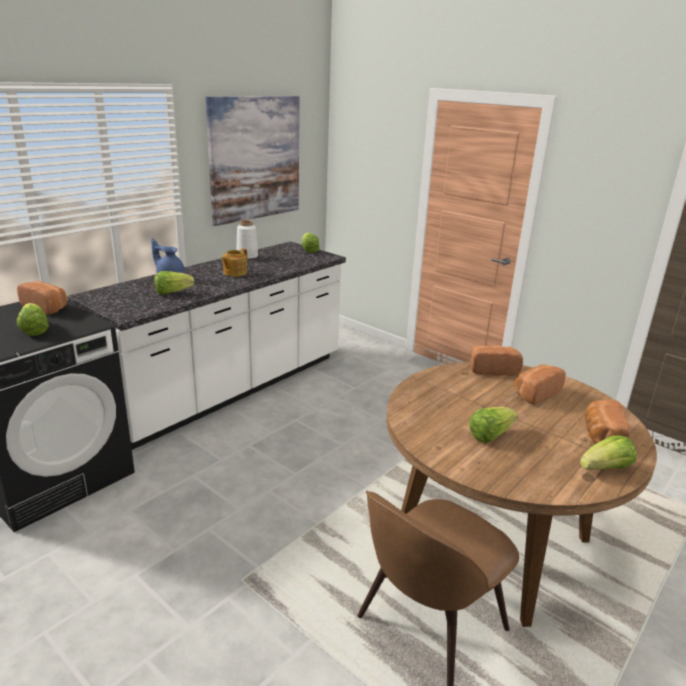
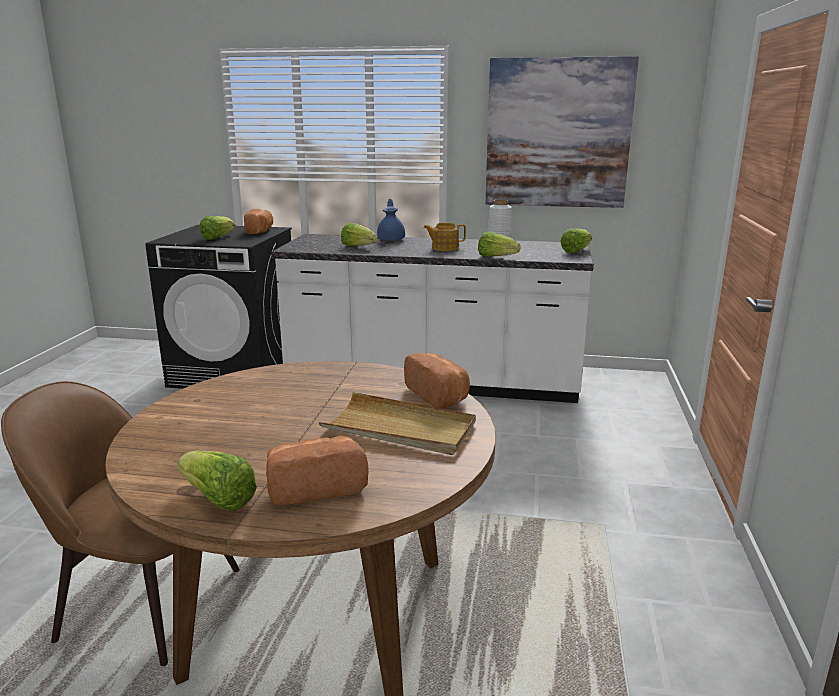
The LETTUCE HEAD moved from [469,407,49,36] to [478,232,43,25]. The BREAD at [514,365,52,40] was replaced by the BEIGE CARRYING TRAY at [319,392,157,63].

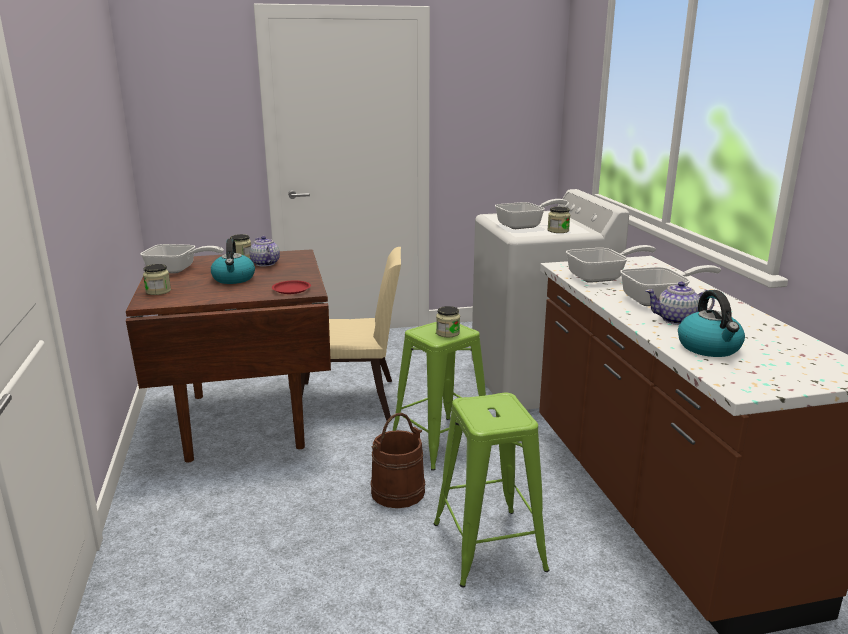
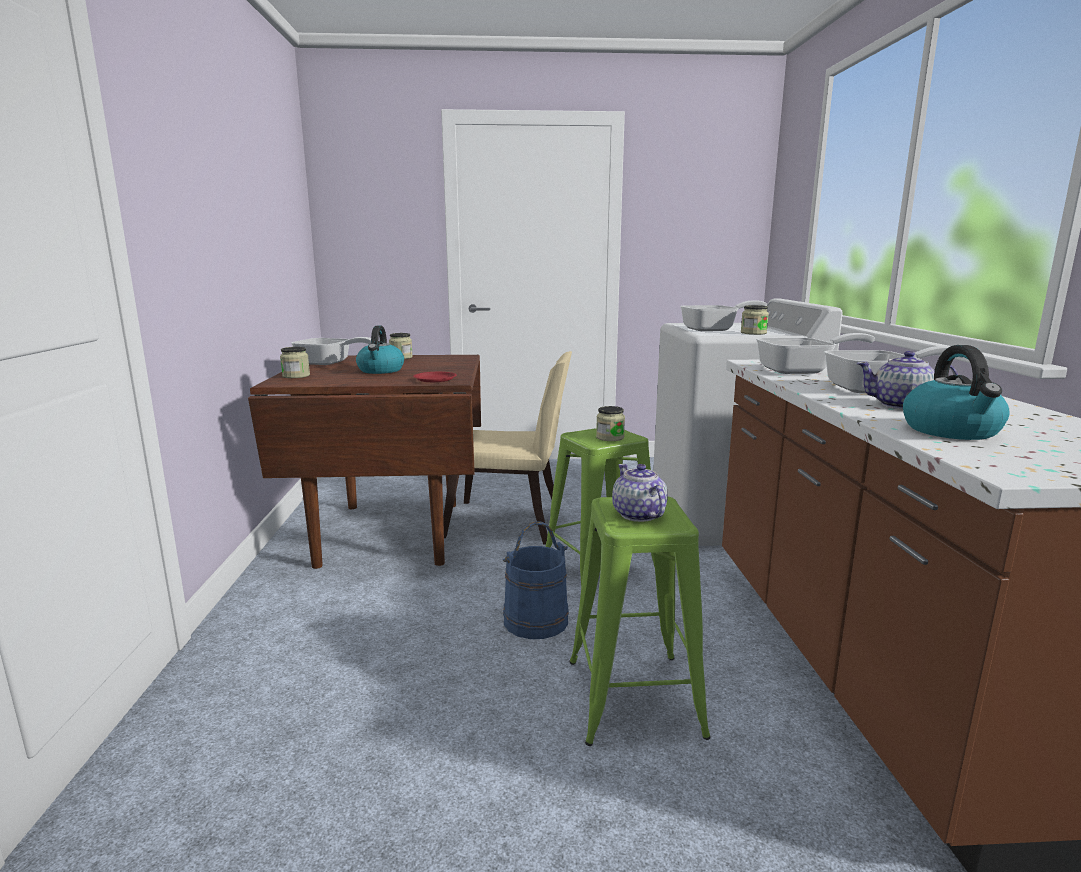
The TEAPOT moved from [250,236,30,31] to [612,464,56,58]. The BROWN WATER BUCKET at [370,413,55,95] became the BLUISH WATER BUCKET at [503,521,66,118].

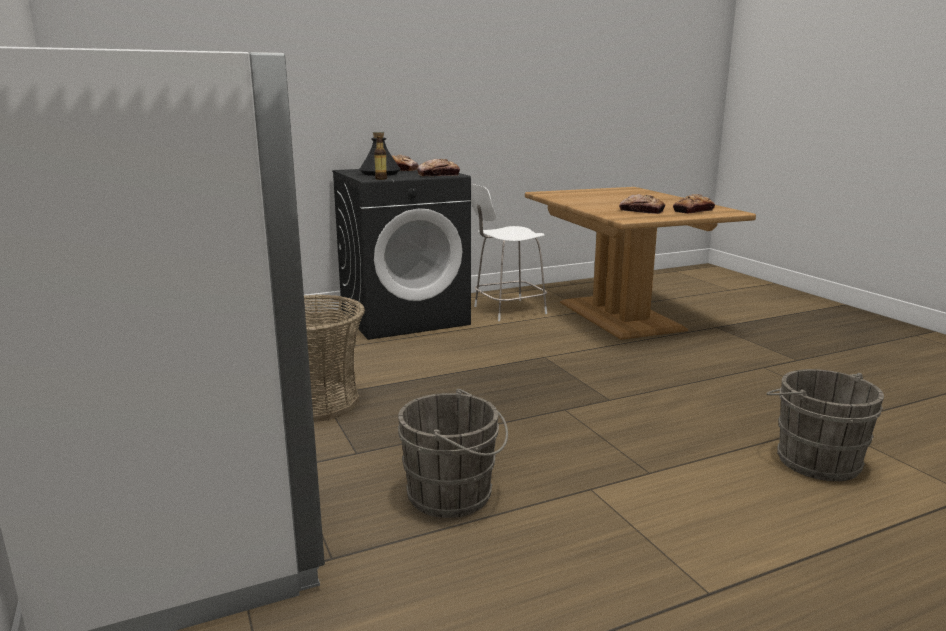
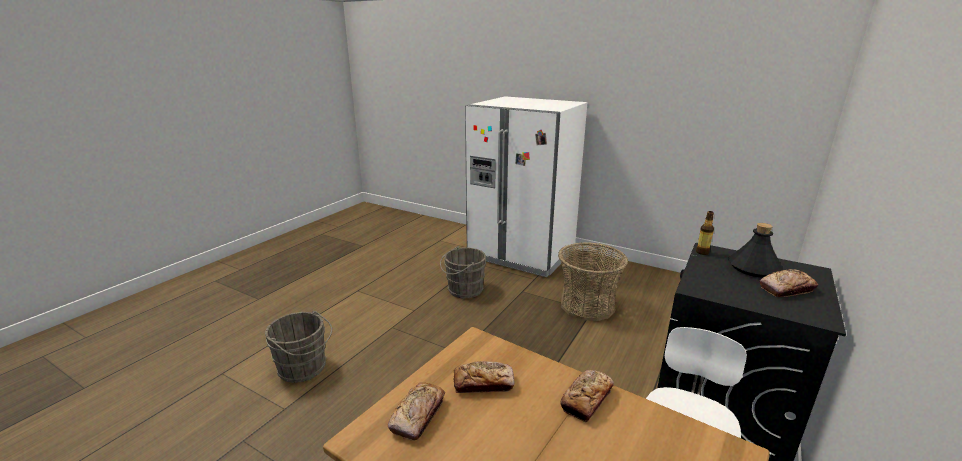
The BREAD moved from [417,159,43,17] to [560,370,54,53].

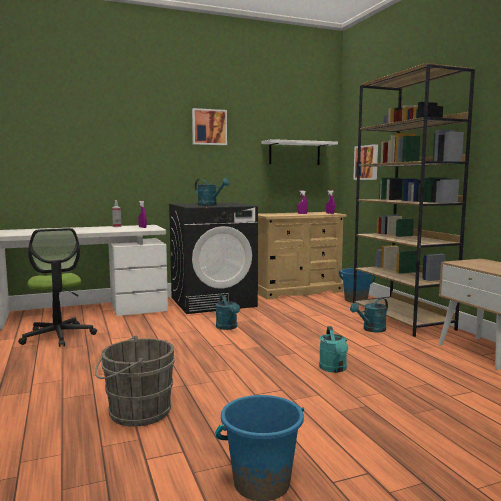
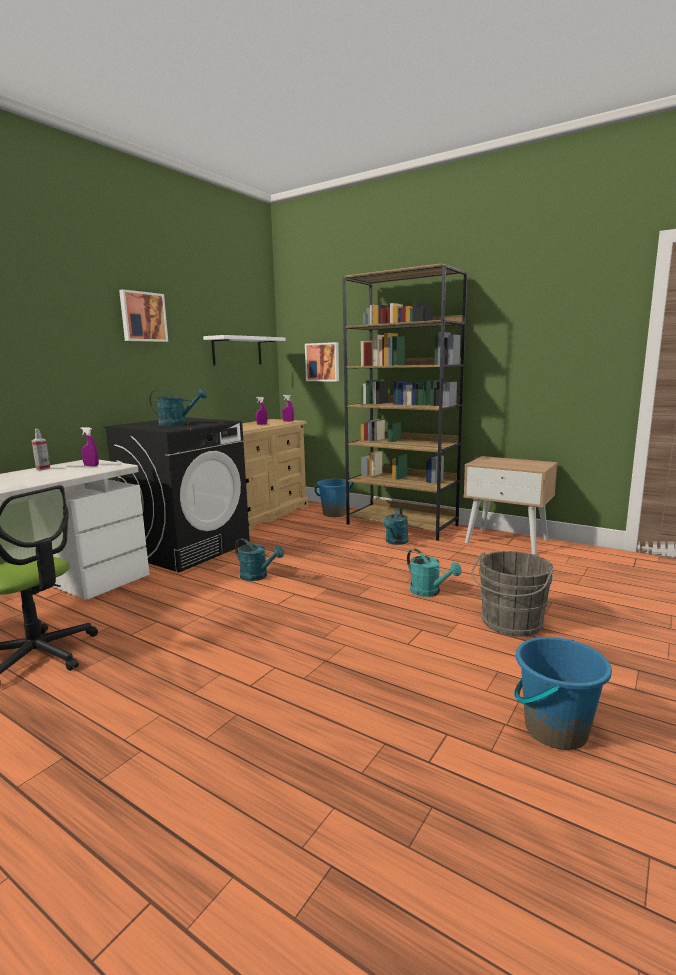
The GREY WATER BUCKET moved from [95,335,80,92] to [472,551,82,86].

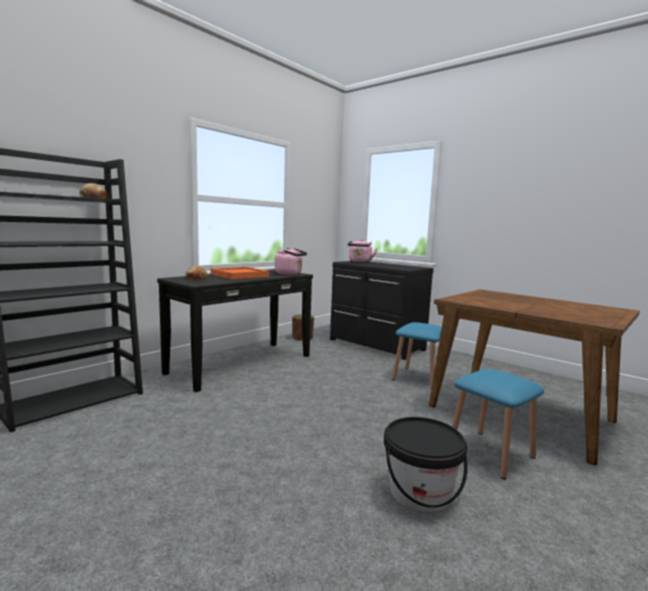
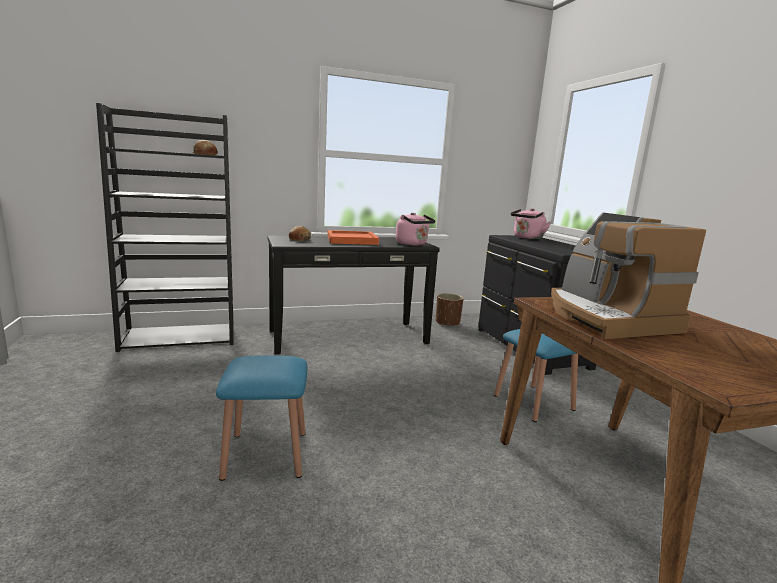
The BLACK-COLOURED WATER BUCKET at [384,417,84,95] disappeared. The BLUISH STOOL SEAT moved from [452,369,92,110] to [216,356,91,125]. The COFFEE MACHINE at [551,212,155,127] appeared.

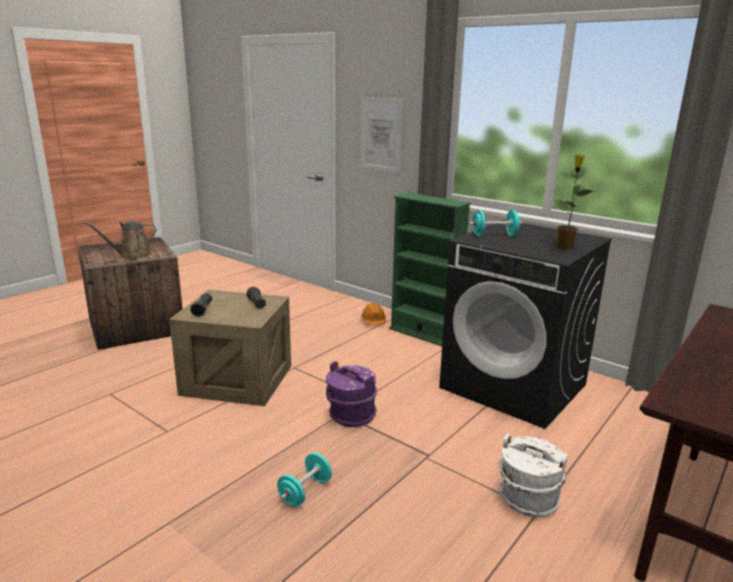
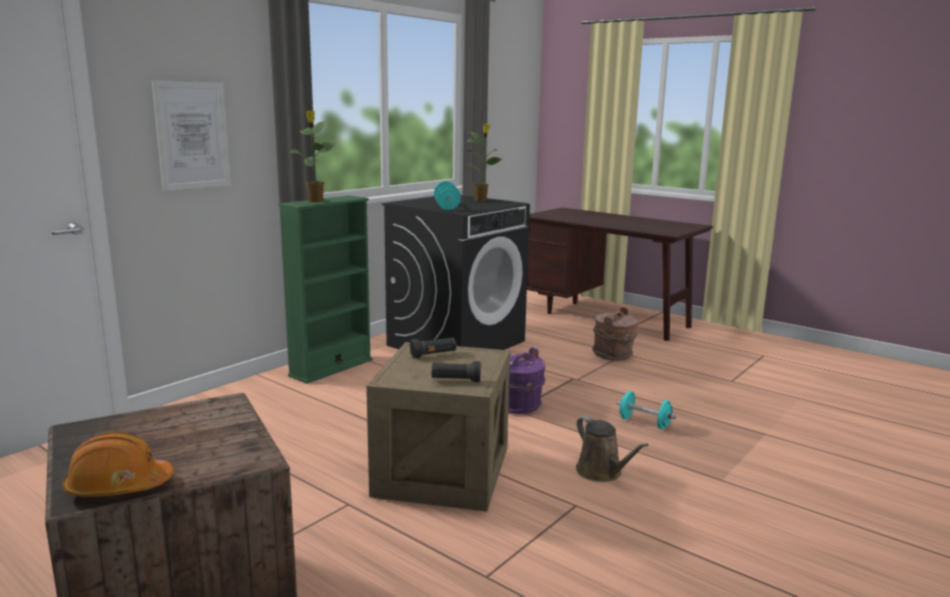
The BROWN SPRINKLING CAN moved from [85,221,71,37] to [576,416,72,66]. The ORANGE SAFETY HELMET moved from [361,303,25,22] to [62,432,112,65]. The WHITE WATER BUCKET at [498,434,70,83] became the BROWN WATER BUCKET at [592,307,46,54]. The PLANT IN A POT at [290,111,46,91] appeared.

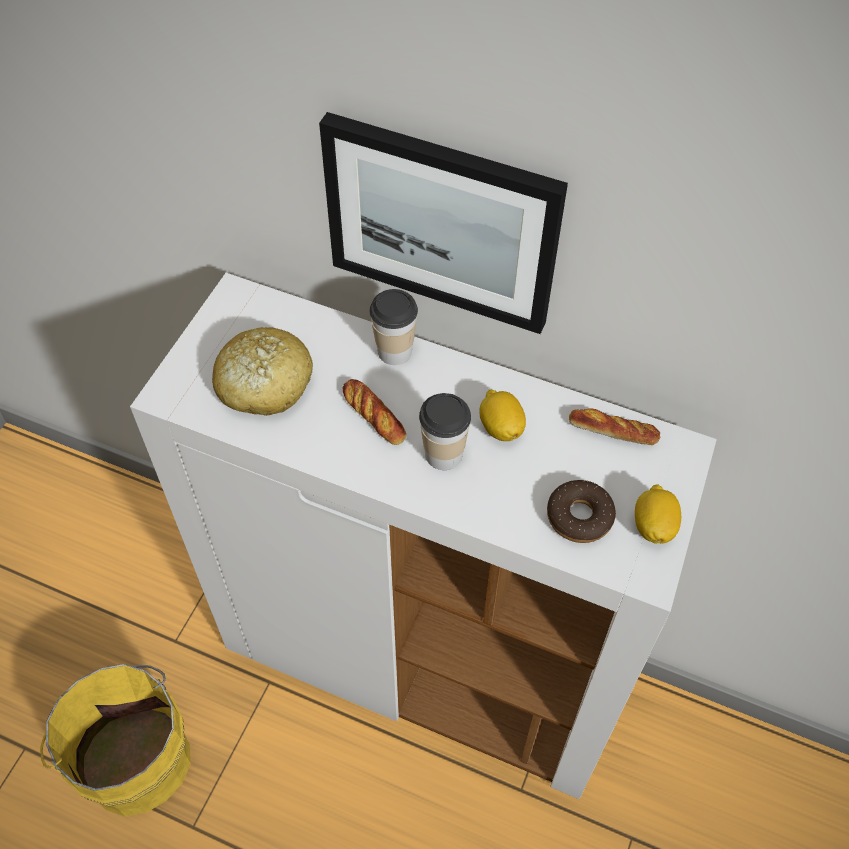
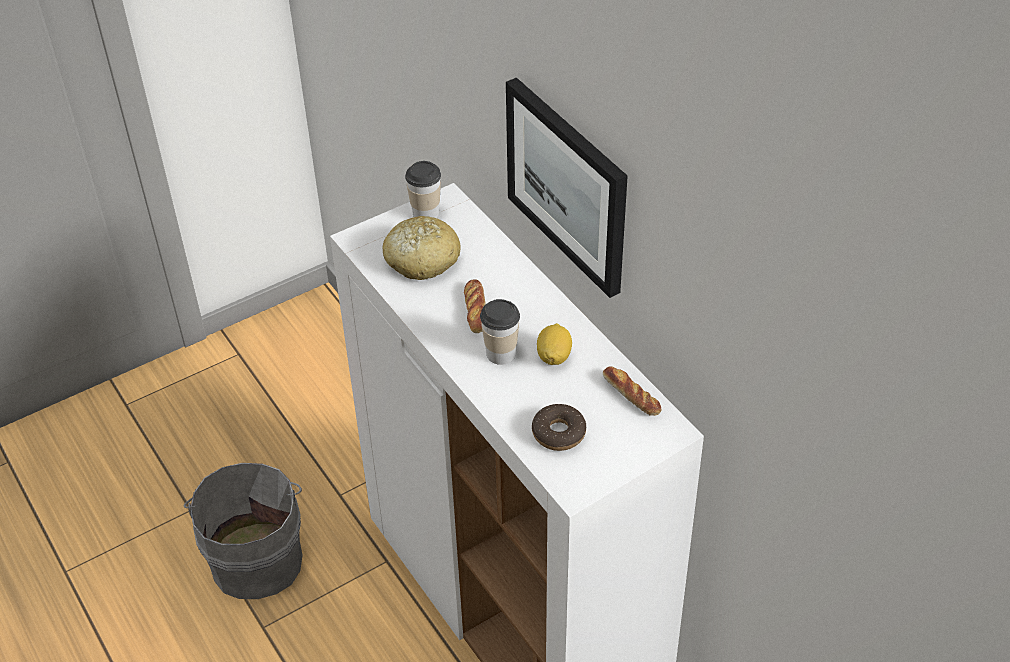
The YELLOW WATER BUCKET at [40,664,151,153] became the GREY WATER BUCKET at [183,463,120,136]. The DRINKING CUP moved from [370,289,48,76] to [405,161,36,57]. The LEMON at [635,484,46,60] disappeared.

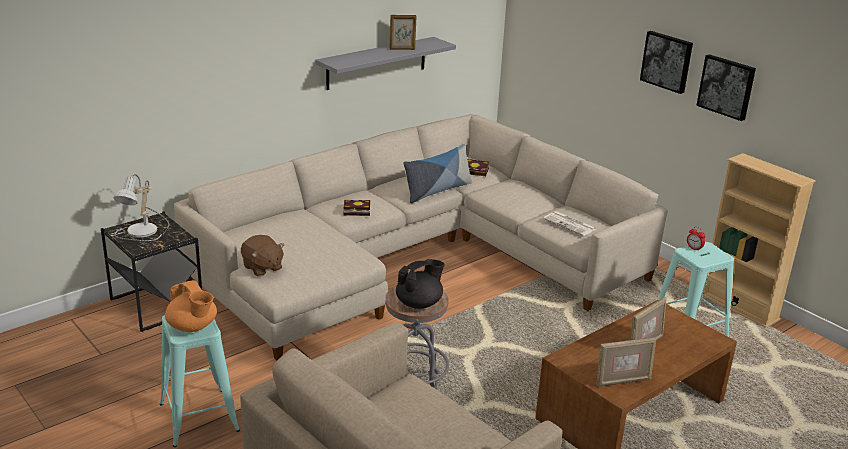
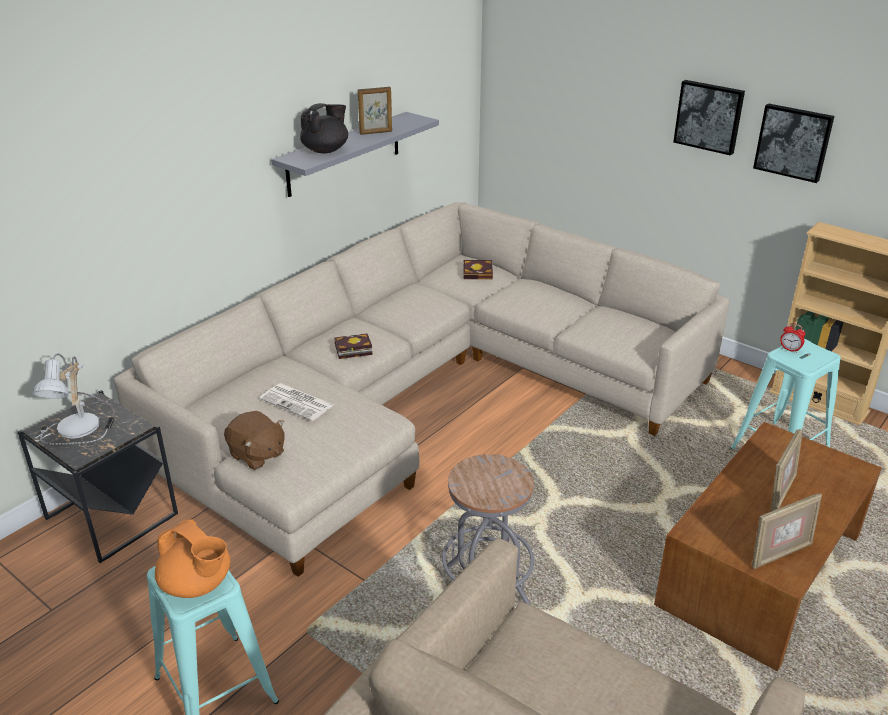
The BLACK-COLOURED TEAPOT moved from [396,259,49,50] to [300,103,48,50]. The CUSHION at [403,143,69,60] disappeared. The NEWSPAPER moved from [543,211,53,25] to [260,383,74,38].

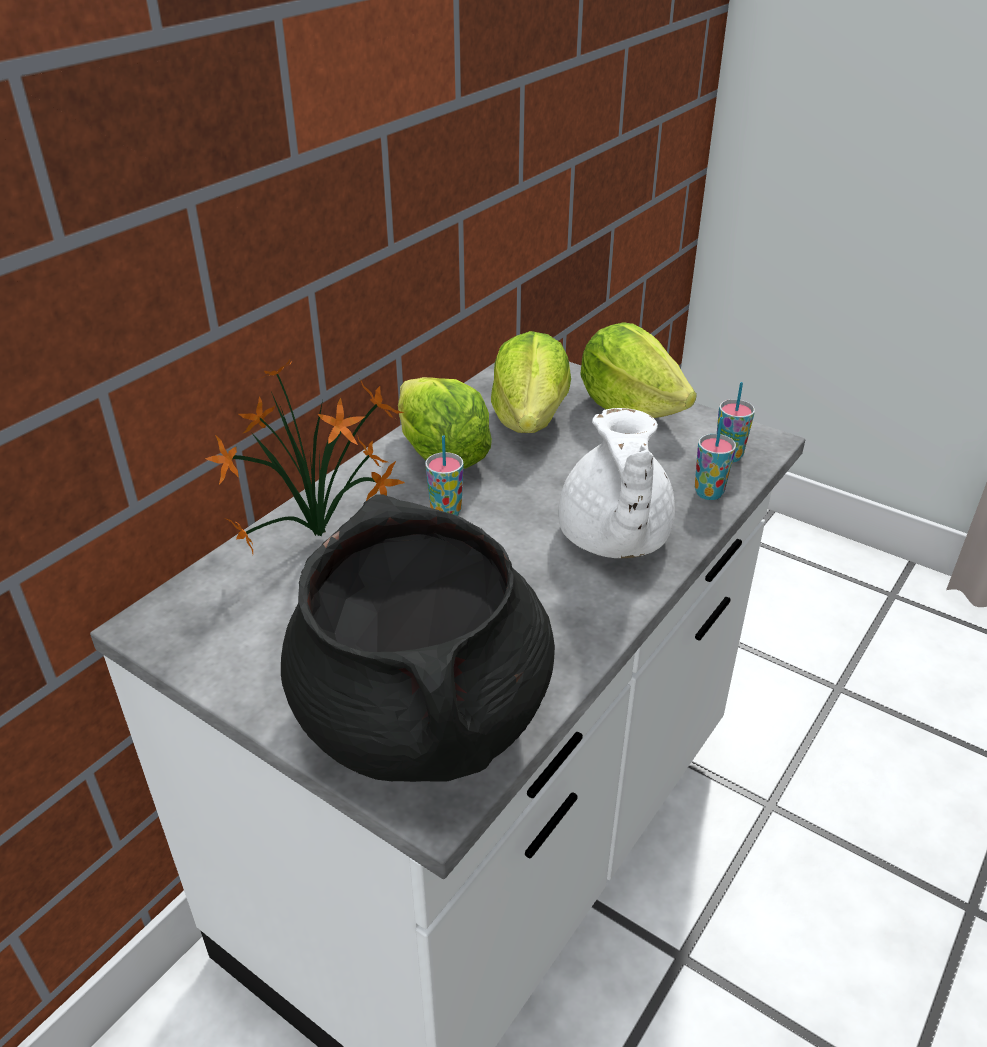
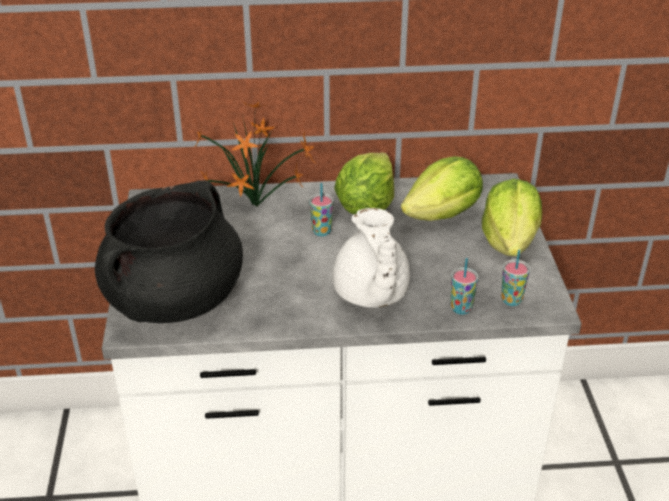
The WHITE TEAPOT at [558,408,117,150] turned 60 degrees counterclockwise.

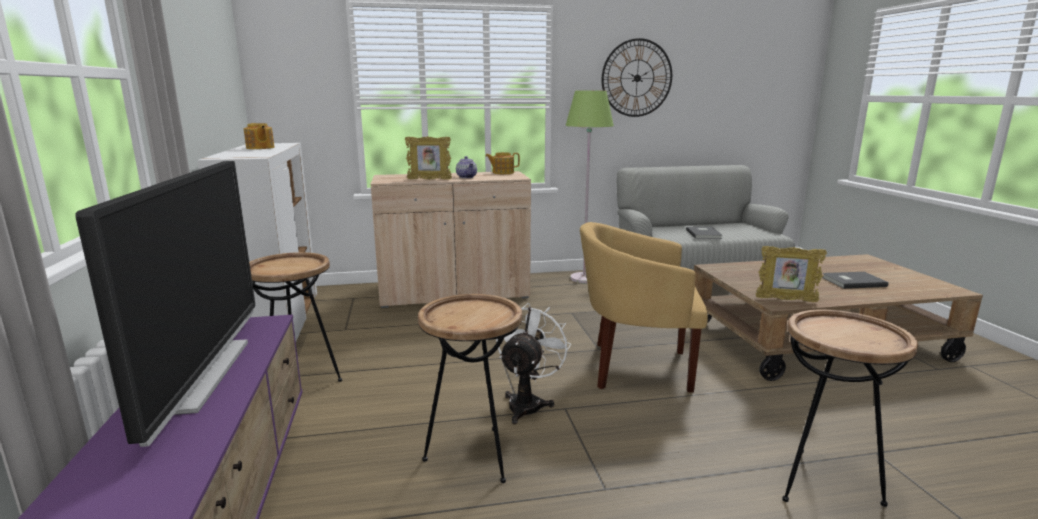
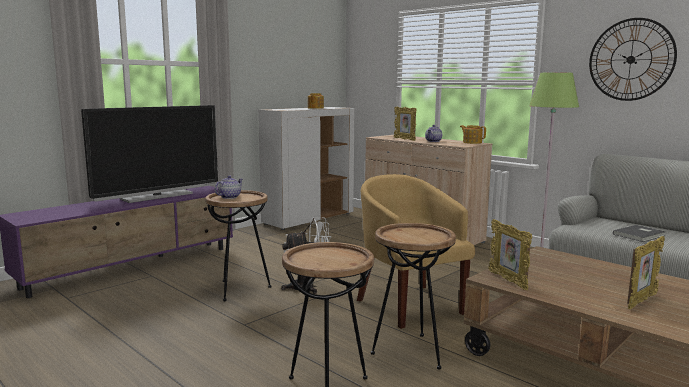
The BROWN SIDE TABLE moved from [249,252,93,130] to [371,223,85,147]. The GREY VOLUME at [822,272,66,17] was replaced by the PHOTO FRAME at [627,236,38,73]. The TEAPOT at [215,175,28,24] appeared.

